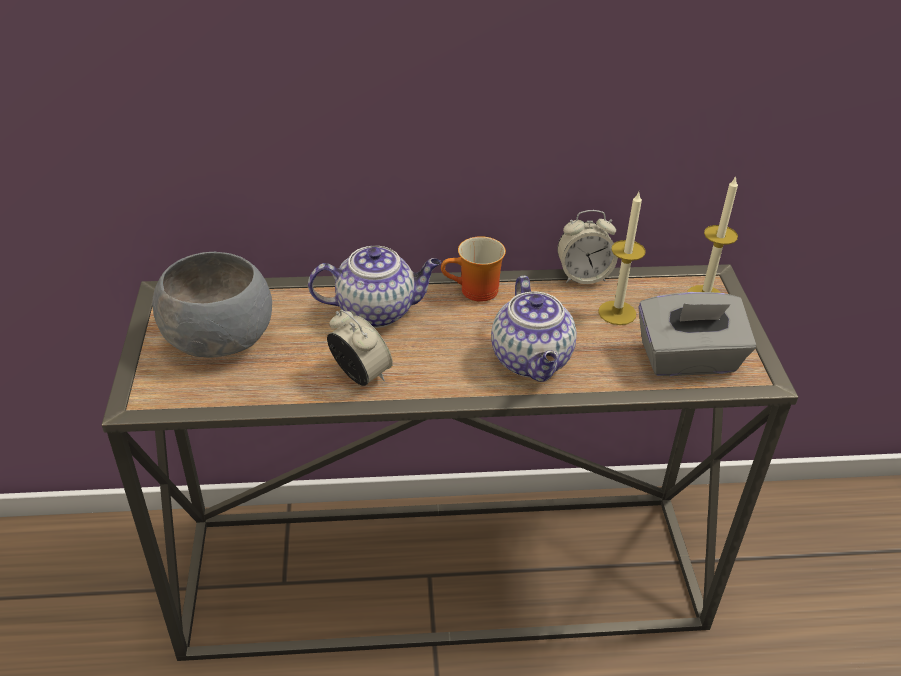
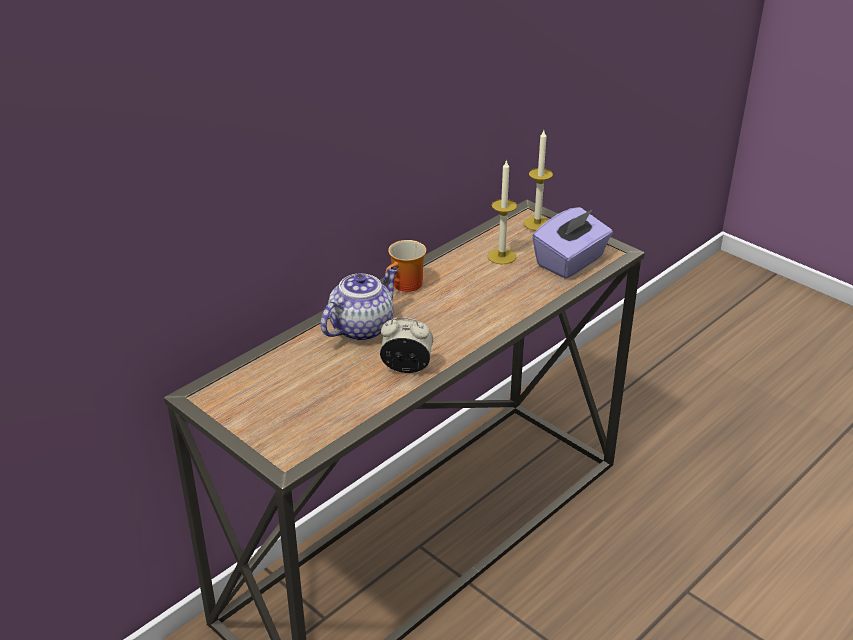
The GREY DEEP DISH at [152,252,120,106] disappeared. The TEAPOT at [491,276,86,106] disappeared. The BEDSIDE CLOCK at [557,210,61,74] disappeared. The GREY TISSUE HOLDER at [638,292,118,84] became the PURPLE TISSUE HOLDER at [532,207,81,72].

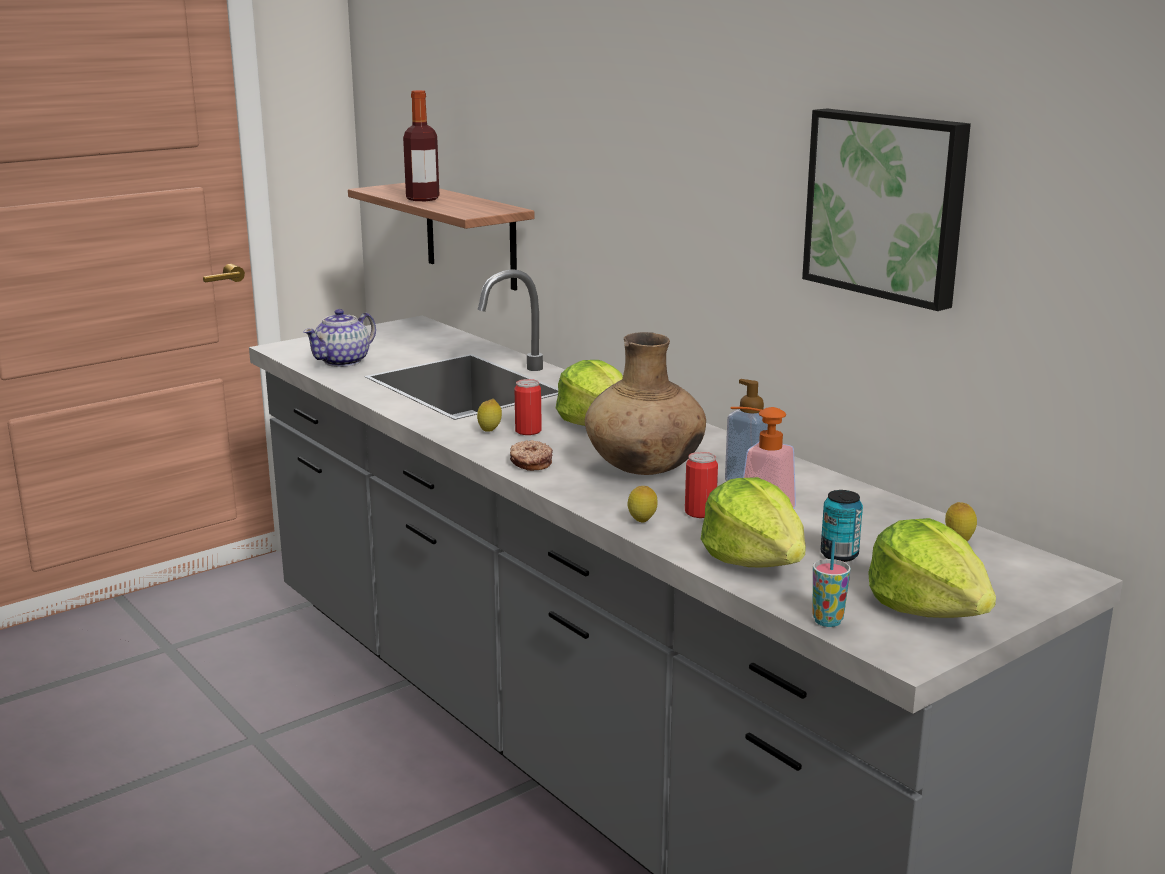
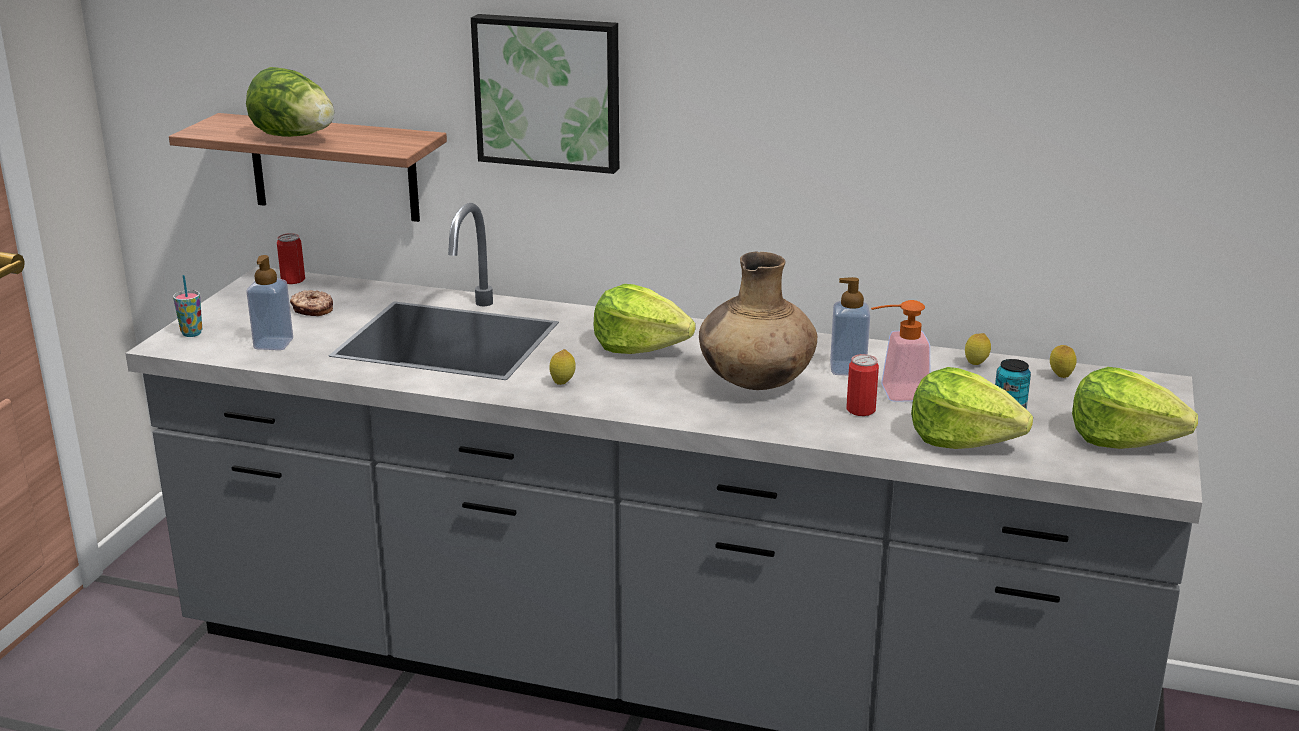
The TEAPOT at [303,309,73,58] was replaced by the SOAP DISPENSER at [246,255,47,95]. The DRINK BOTTLE at [403,90,36,111] was replaced by the LETTUCE HEAD at [246,67,88,70]. The DOUGHNUT moved from [510,440,43,31] to [290,290,43,26]. The METAL CAN moved from [514,379,28,56] to [277,233,28,51]. The LEMON moved from [628,486,29,36] to [965,333,26,32]. The WALL PICTURE moved from [802,109,169,202] to [471,14,148,160]. The DRINKING CUP moved from [813,539,38,88] to [173,275,29,62].

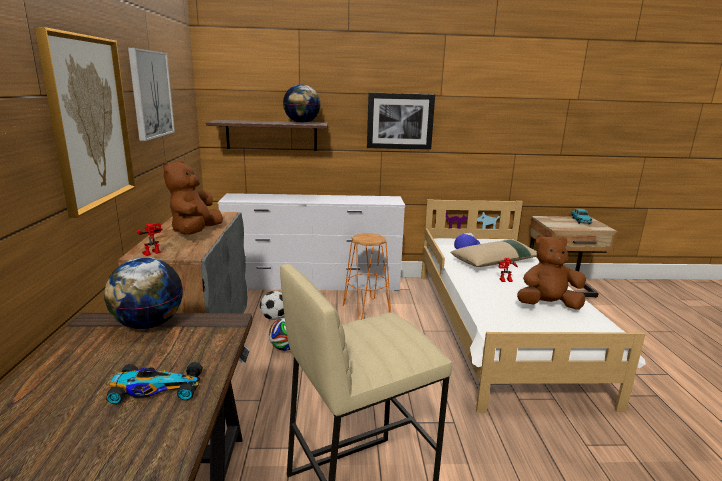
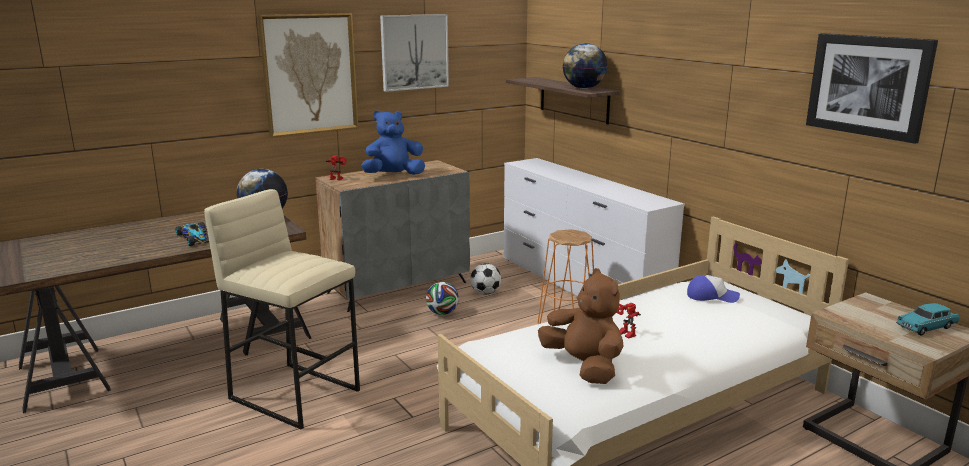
The BROWN PLUSH TOY at [163,160,60,75] became the BLUISH PLUSH TOY at [361,111,64,64]. The WALL PICTURE moved from [367,92,68,58] to [806,33,132,111]. The BEIGE CUSHION at [450,240,87,27] disappeared.

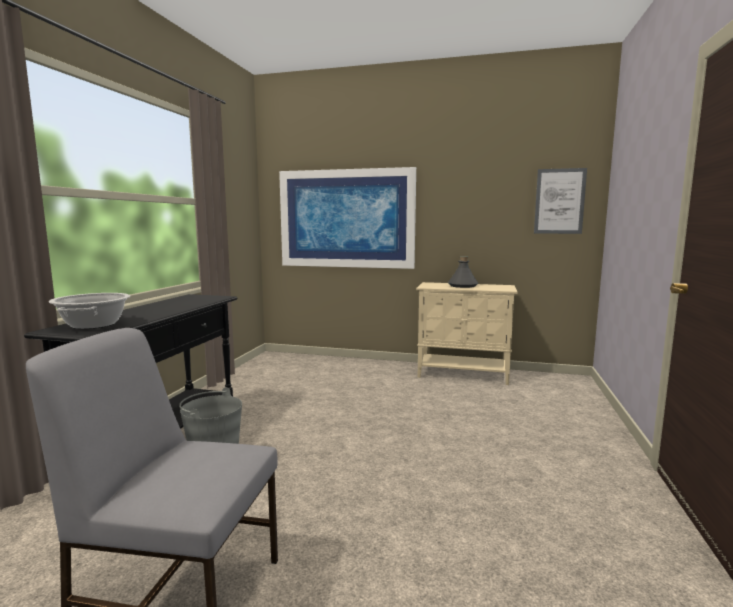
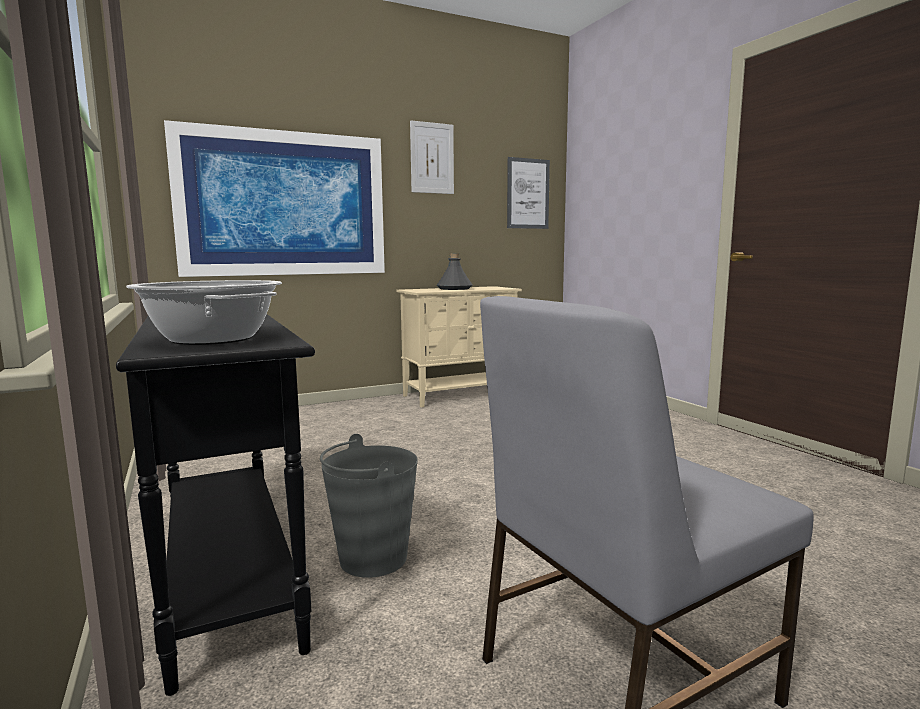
The WALL PICTURE at [410,120,44,74] appeared.

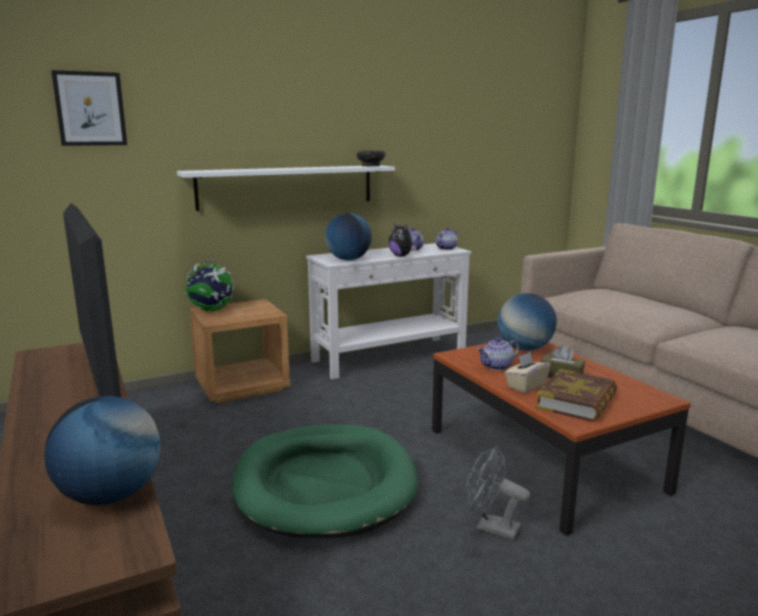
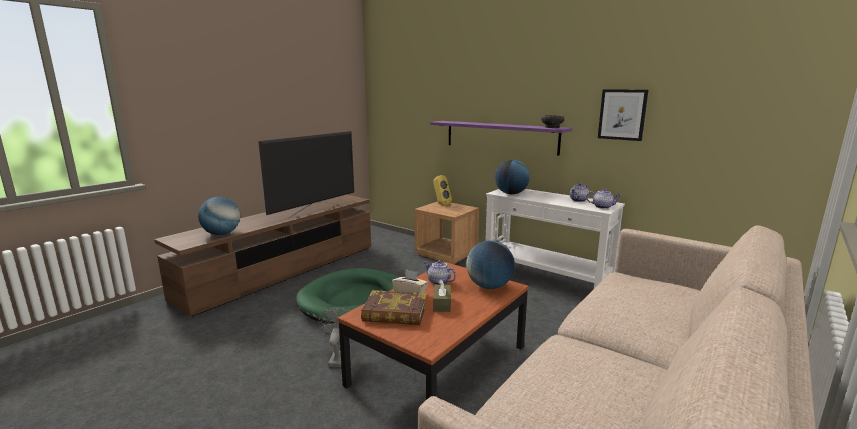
The WALL PICTURE moved from [51,70,76,76] to [598,90,50,51]. The WHITE WALL SHELF at [177,165,218,46] became the PURPLE WALL SHELF at [430,121,142,34]. The WORLD GLOBE at [185,259,49,52] was replaced by the YELLOW LOUDSPEAKER at [433,175,19,30]. The PLUSH TOY at [389,223,28,34] disappeared.

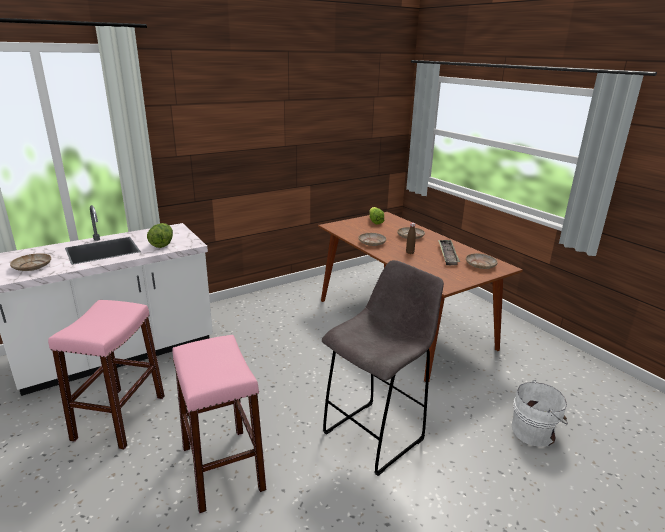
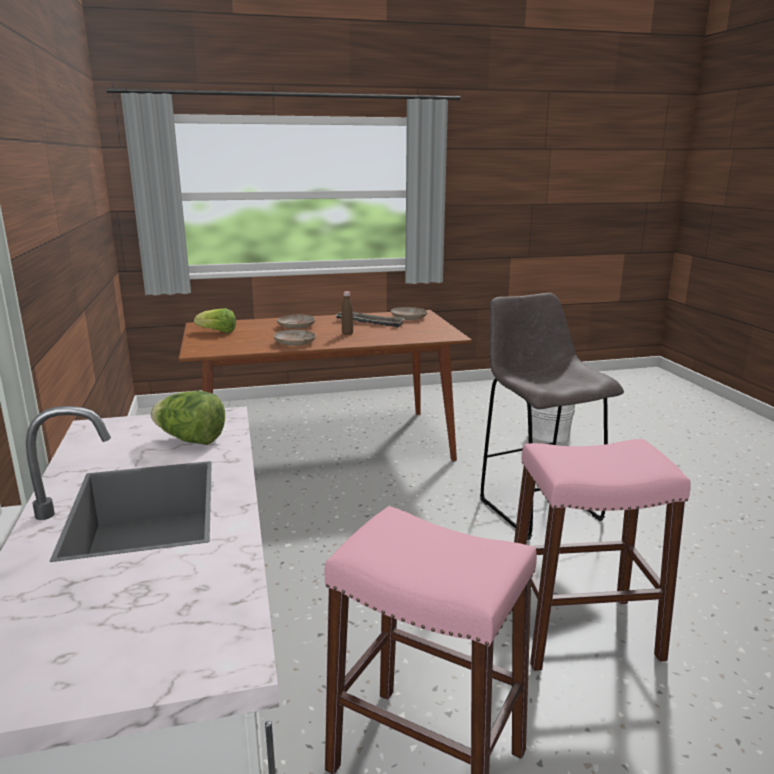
The BEIGE DINNER PLATE at [10,253,41,18] disappeared.

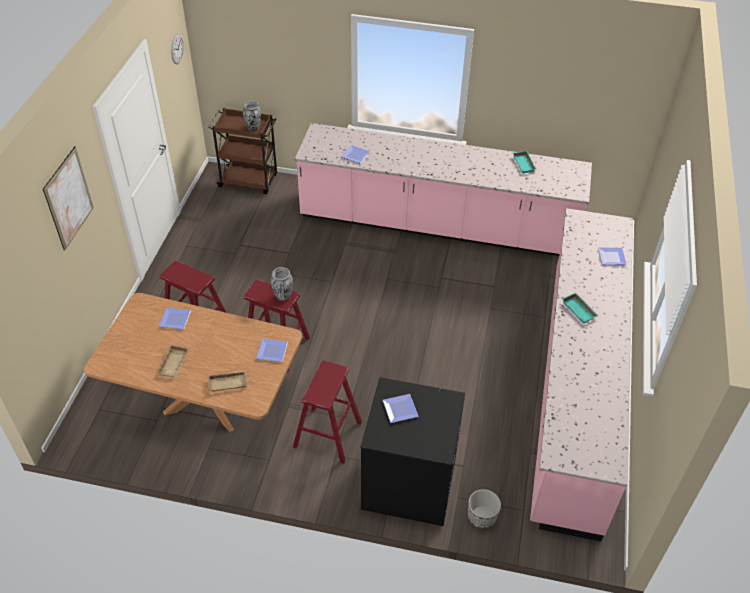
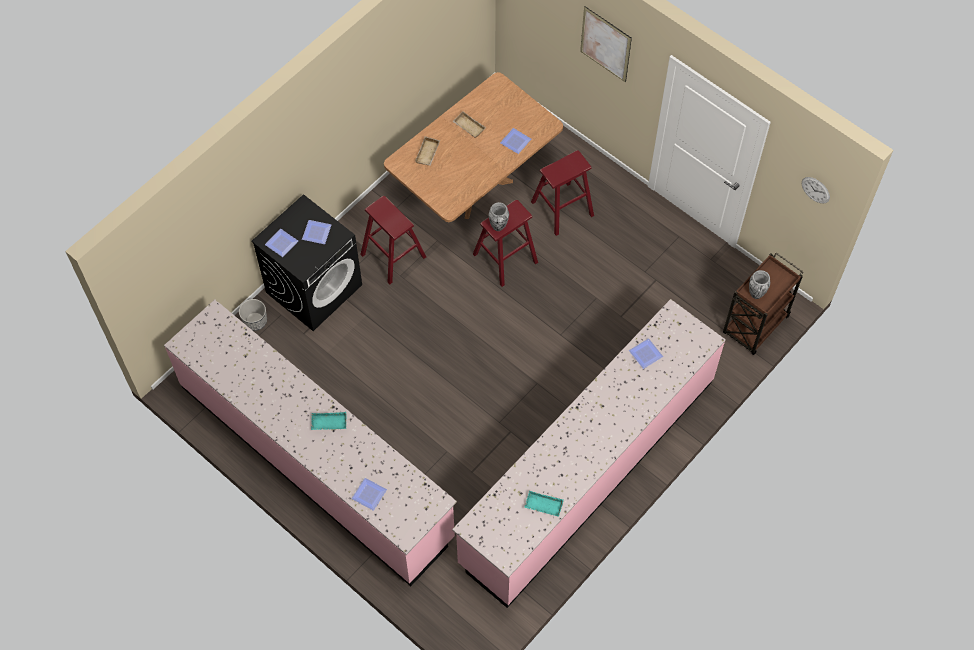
The DINNER PLATE moved from [256,339,32,23] to [265,229,33,28].

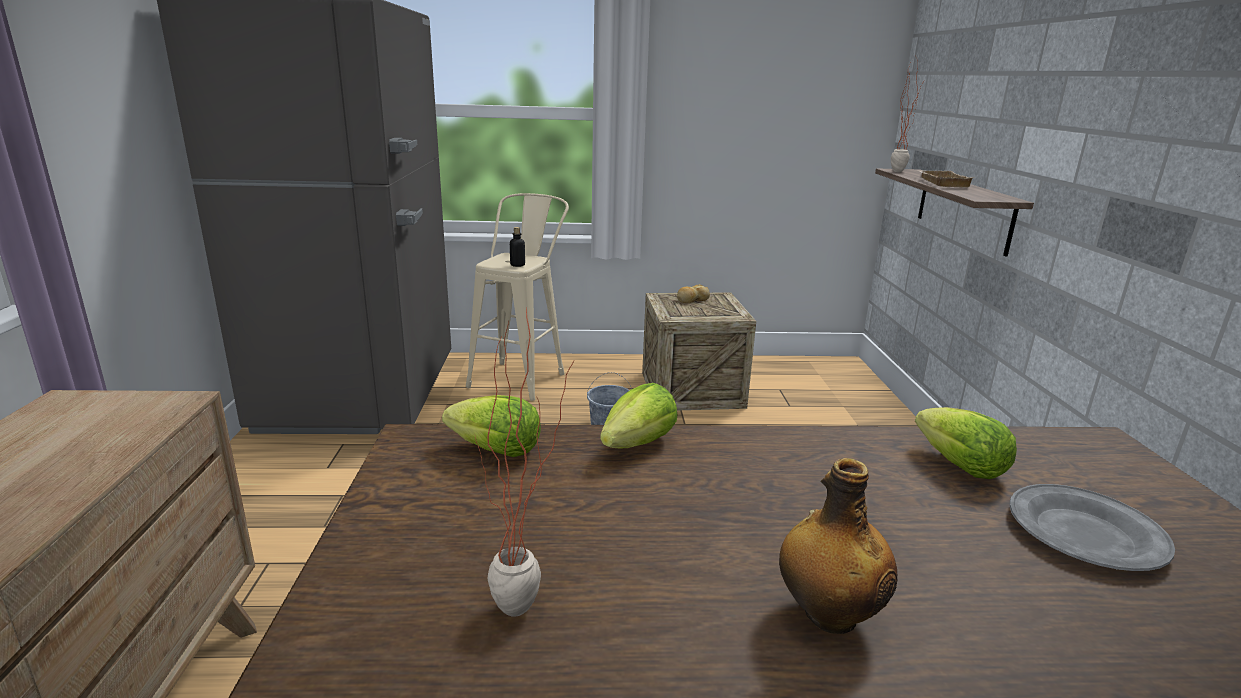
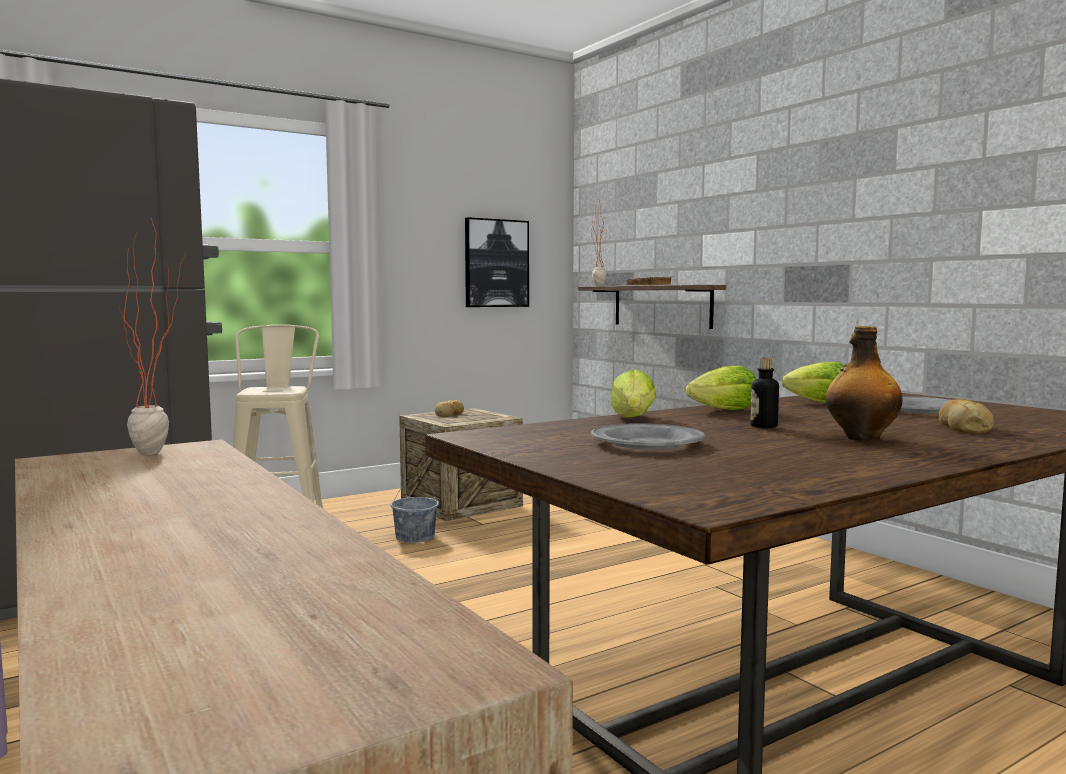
The LETTUCE HEAD moved from [442,395,99,62] to [686,365,70,45]. The PLANT IN A POT moved from [475,306,100,311] to [119,218,66,237]. The DRINK BOTTLE moved from [510,227,15,40] to [750,358,29,70]. The WALL PICTURE at [465,217,64,90] appeared. The GREY DINNER PLATE at [591,423,114,27] appeared. The BREAD at [939,399,55,34] appeared.

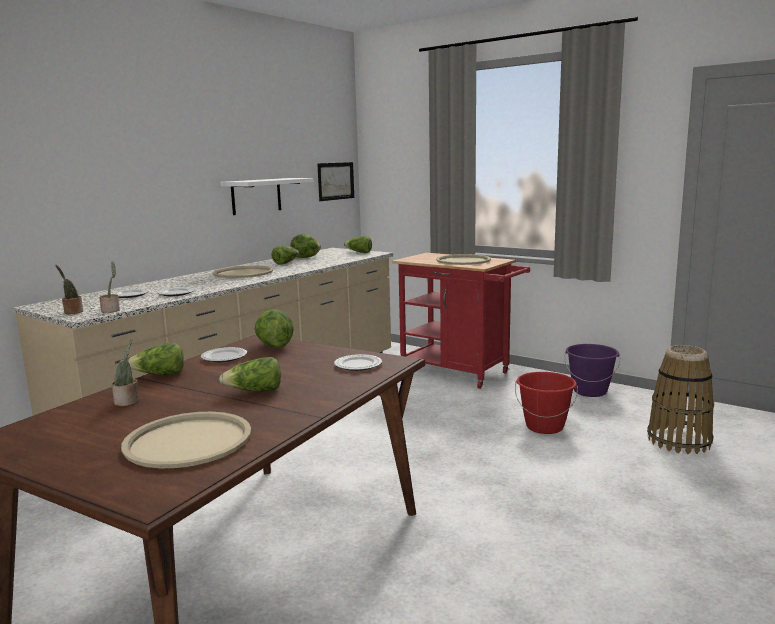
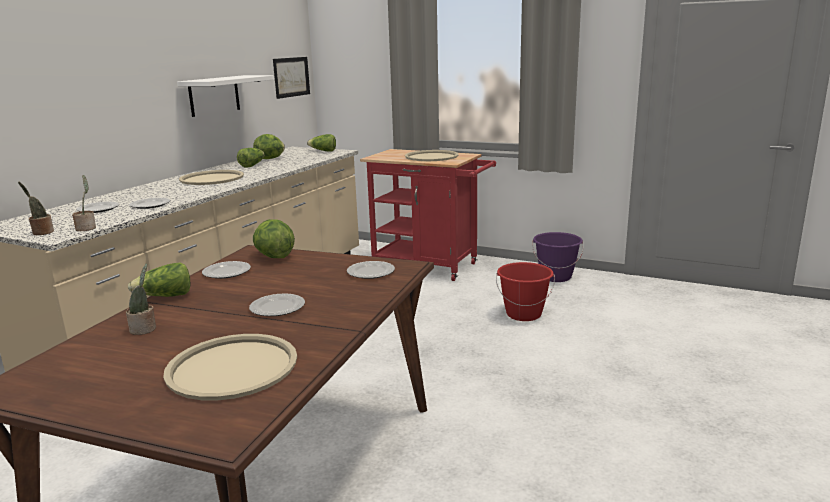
The LETTUCE HEAD at [219,357,62,35] was replaced by the DINNER PLATE at [249,293,56,23]. The STORAGE BASKET at [647,345,67,109] disappeared.

